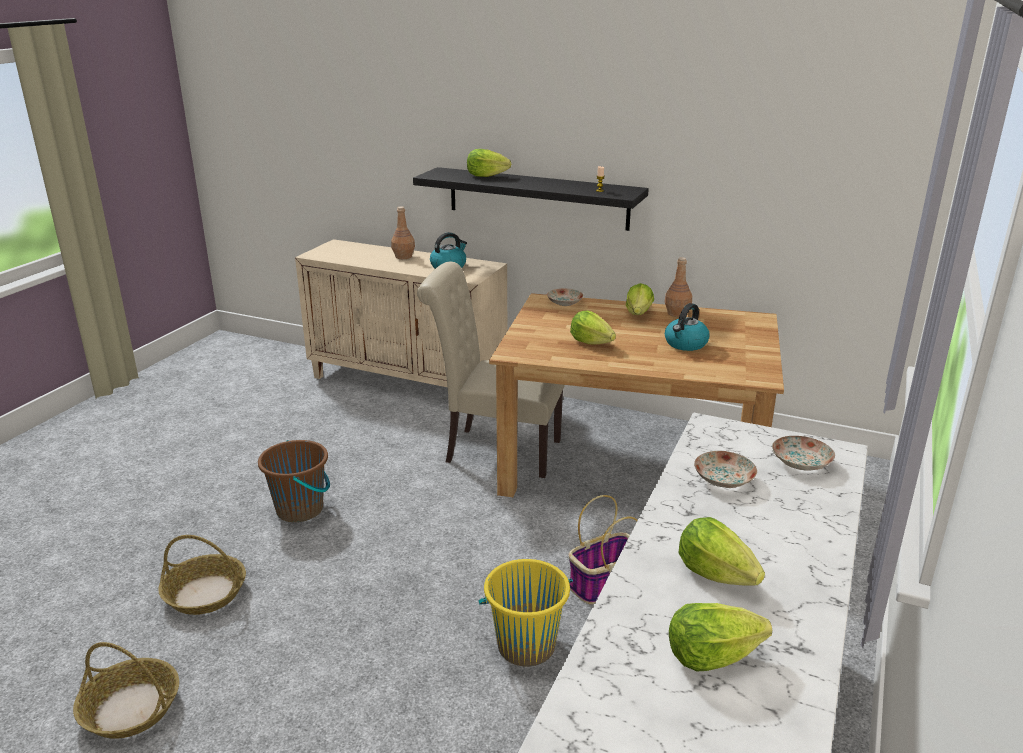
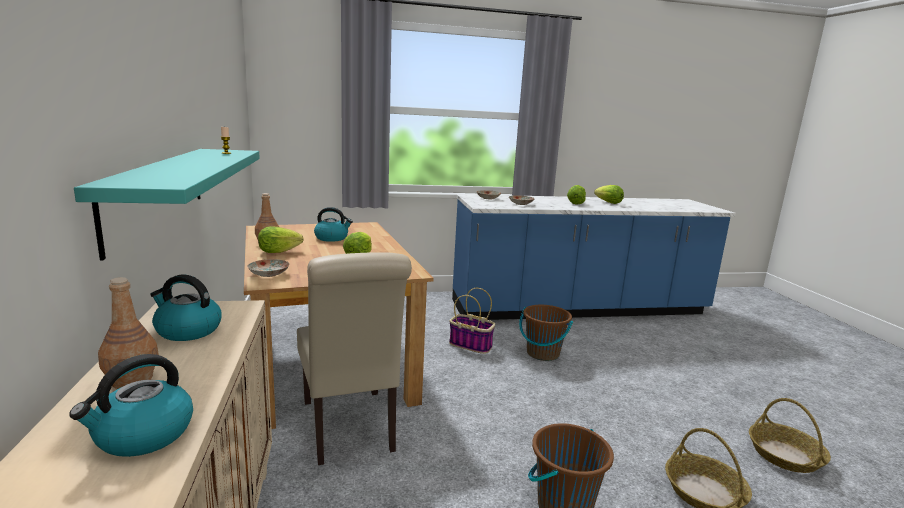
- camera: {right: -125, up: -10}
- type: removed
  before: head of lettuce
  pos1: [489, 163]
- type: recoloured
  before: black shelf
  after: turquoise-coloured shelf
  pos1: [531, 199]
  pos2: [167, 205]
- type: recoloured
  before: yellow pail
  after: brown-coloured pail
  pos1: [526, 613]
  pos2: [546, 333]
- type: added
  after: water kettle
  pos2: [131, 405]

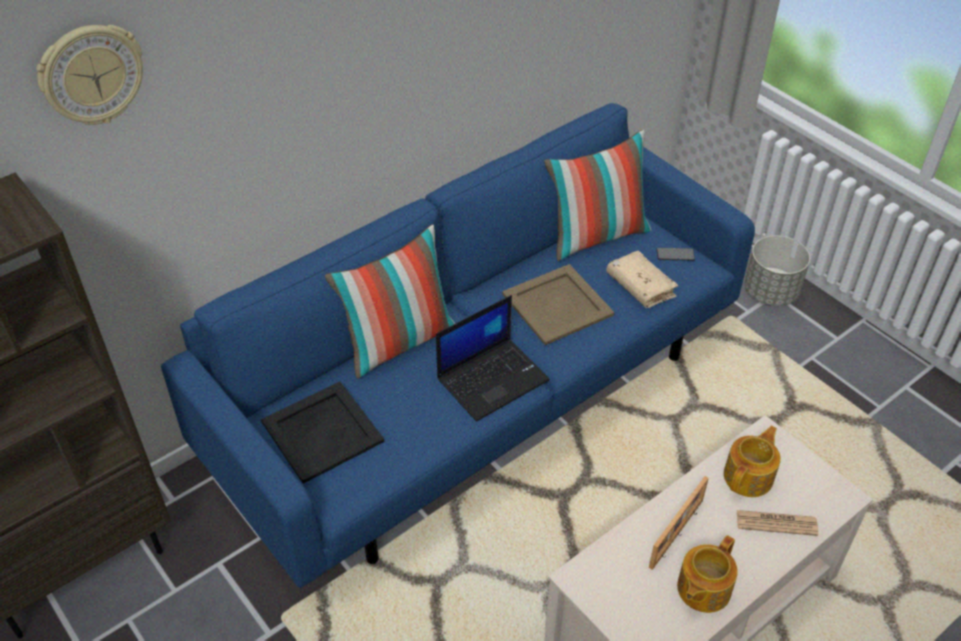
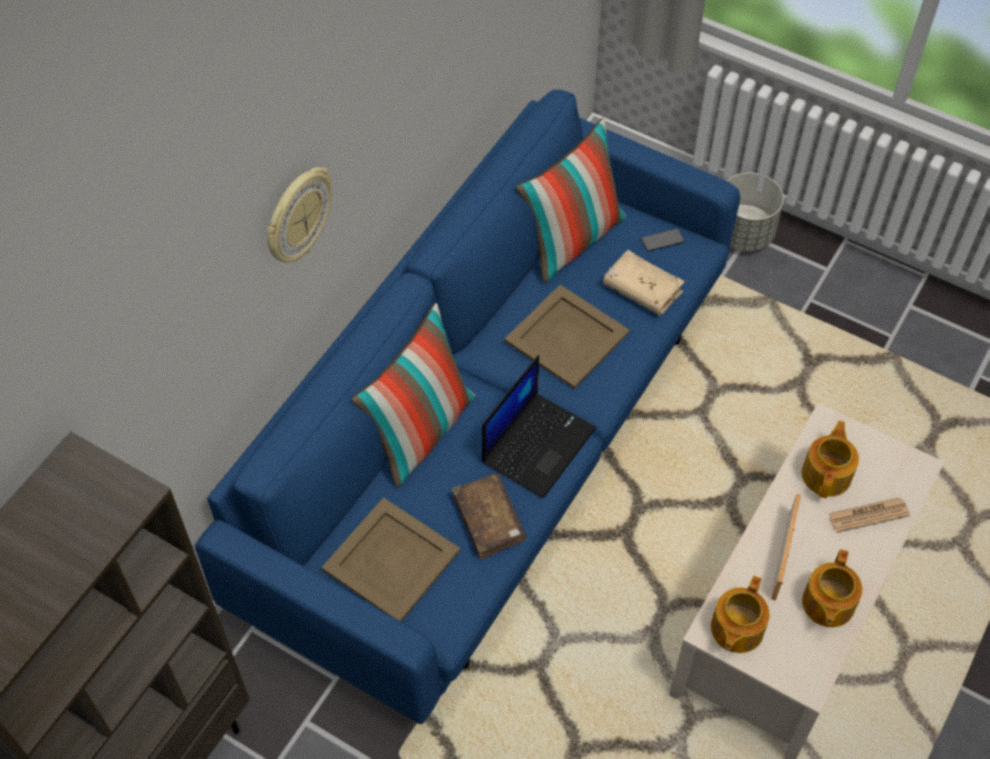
- camera: {right: -20, up: 10}
- type: moved
  before: wall clock
  pos1: [89, 75]
  pos2: [299, 215]
- type: recoloured
  before: black carrying tray
  after: beige carrying tray
  pos1: [322, 433]
  pos2: [390, 559]
- type: added
  after: brown-coloured bound book
  pos2: [489, 516]
- type: added
  after: pot for tea
  pos2: [740, 614]

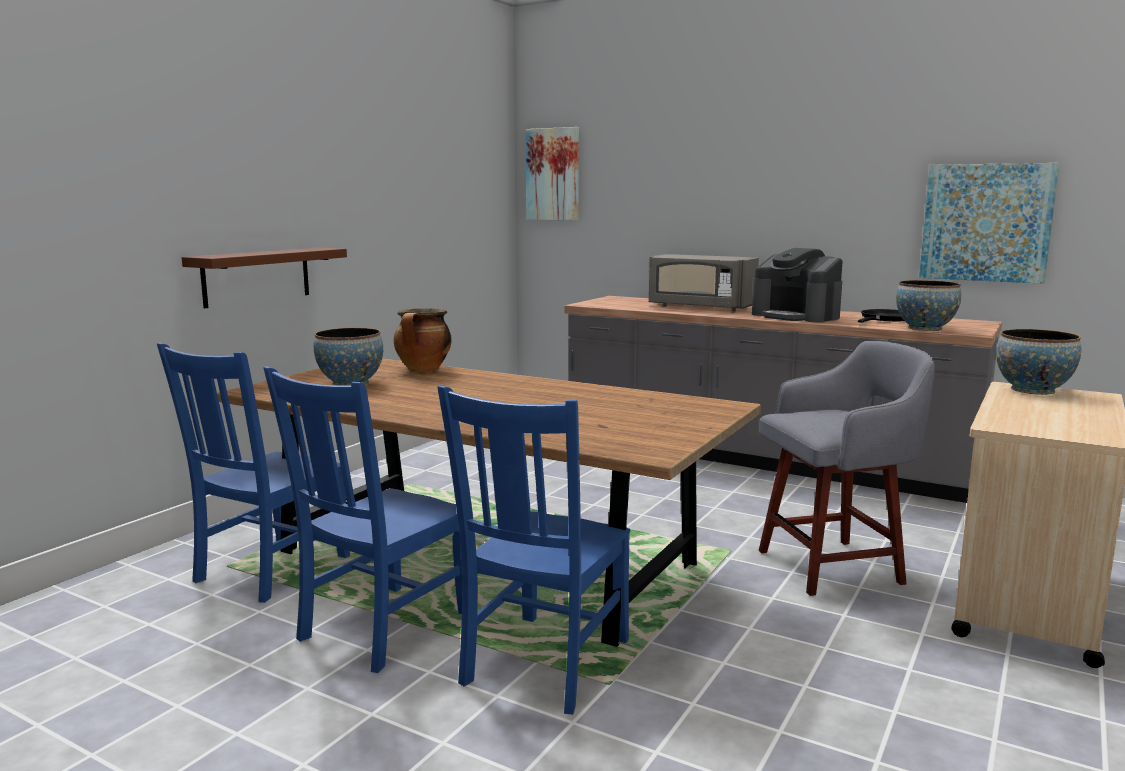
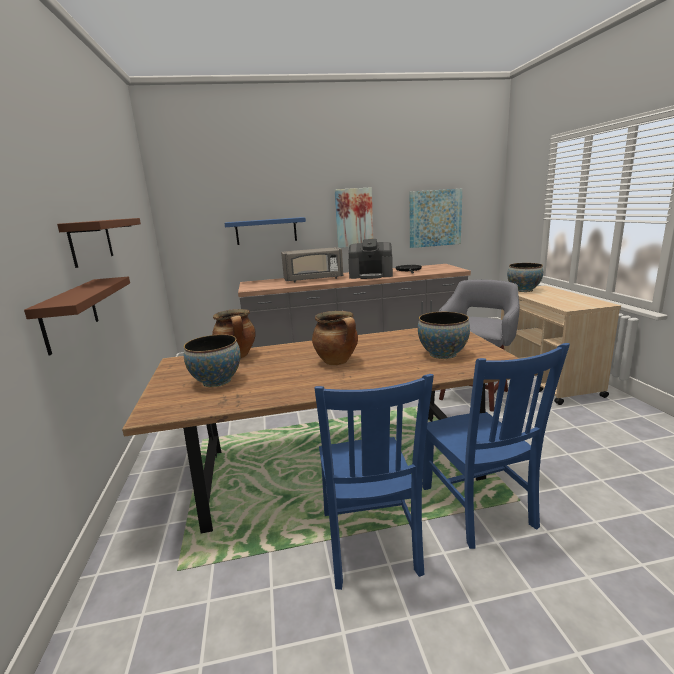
- camera: {right: -40, up: 5}
- type: moved
  before: picture
  pos1: [552, 174]
  pos2: [354, 217]
- type: moved
  before: deep dish
  pos1: [928, 305]
  pos2: [444, 335]
- type: removed
  before: bluish upright chair
  pos1: [253, 473]
- type: added
  after: bluish shelf
  pos2: [265, 231]
- type: added
  after: brown-coloured shelf
  pos2: [99, 243]
- type: added
  after: stockpot
  pos2: [335, 338]

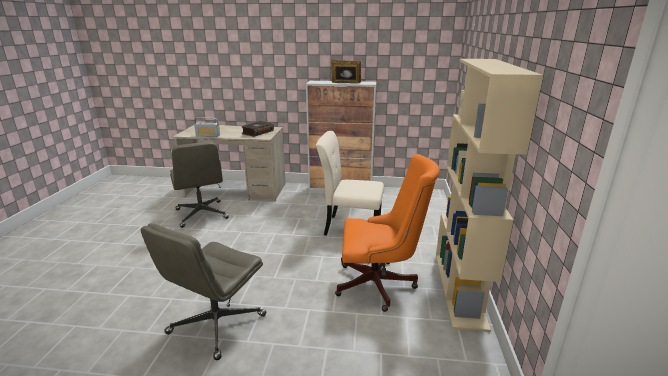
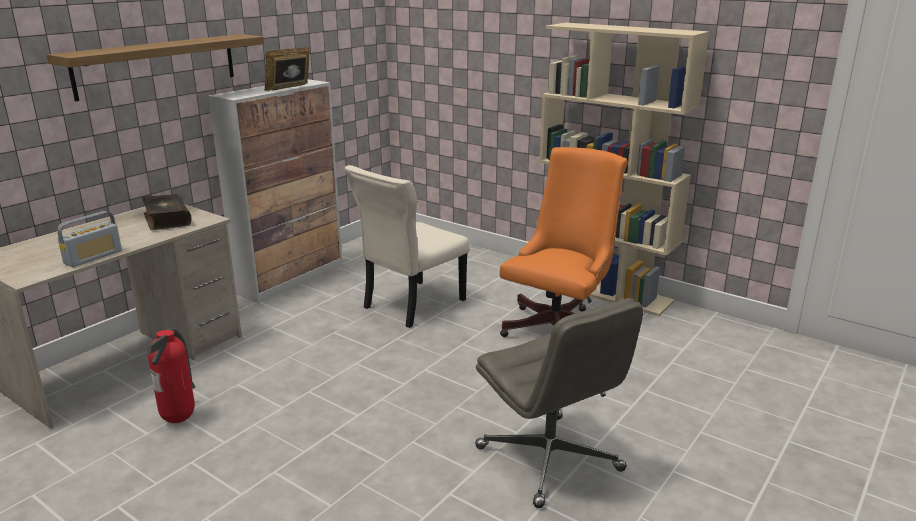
- camera: {right: -60, up: 0}
- type: replaced
  before: greyish office chair
  after: fire extinguisher
  pos1: [199, 185]
  pos2: [171, 375]
- type: added
  after: shelf
  pos2: [155, 67]

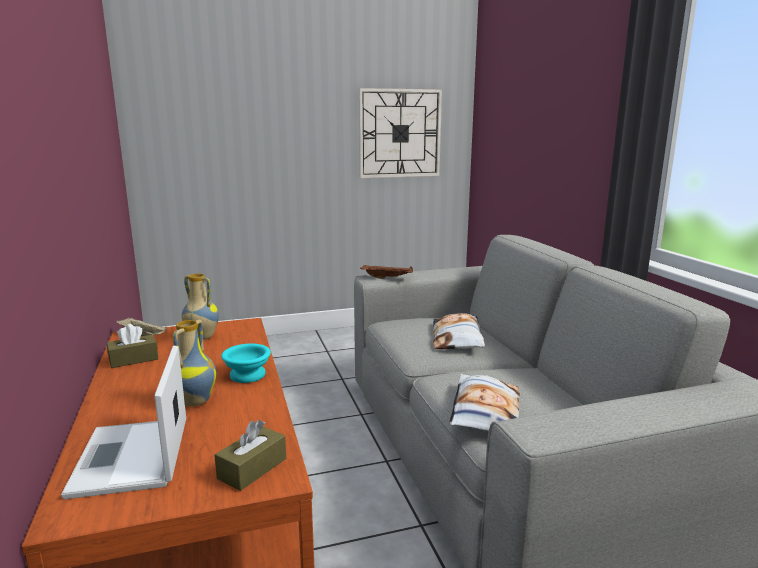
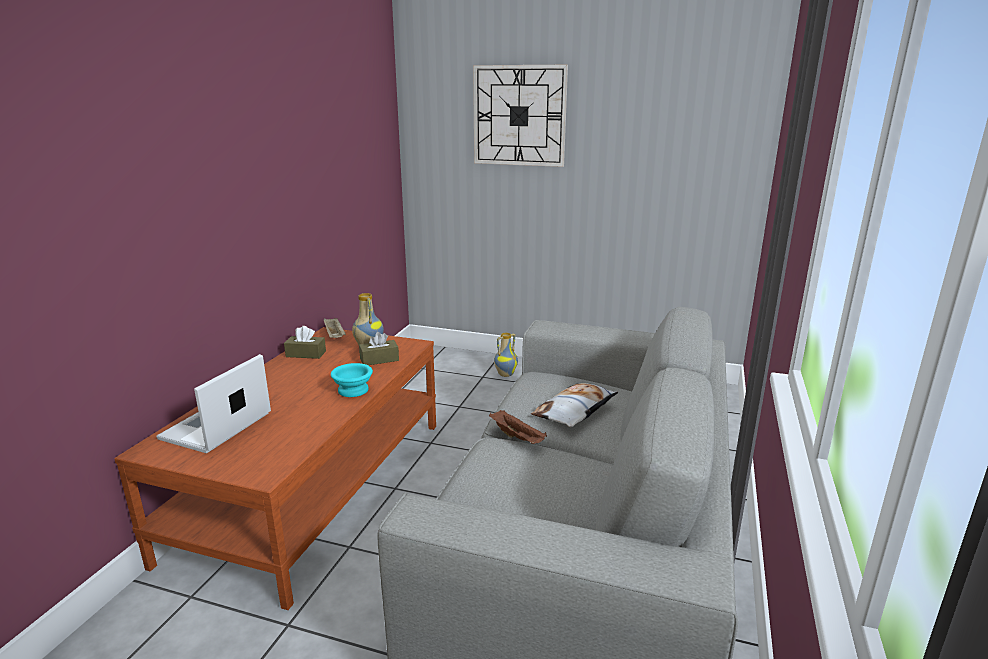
- camera: {right: 35, up: 5}
- type: moved
  before: wall clock
  pos1: [400, 133]
  pos2: [520, 116]
- type: moved
  before: brown-coloured carrying tray
  pos1: [386, 271]
  pos2: [518, 427]
- type: moved
  before: decorative vase
  pos1: [195, 363]
  pos2: [506, 355]
- type: removed
  before: throw pillow
  pos1: [484, 402]
- type: moved
  before: brown-coloured box of tissues
  pos1: [250, 455]
  pos2: [379, 348]

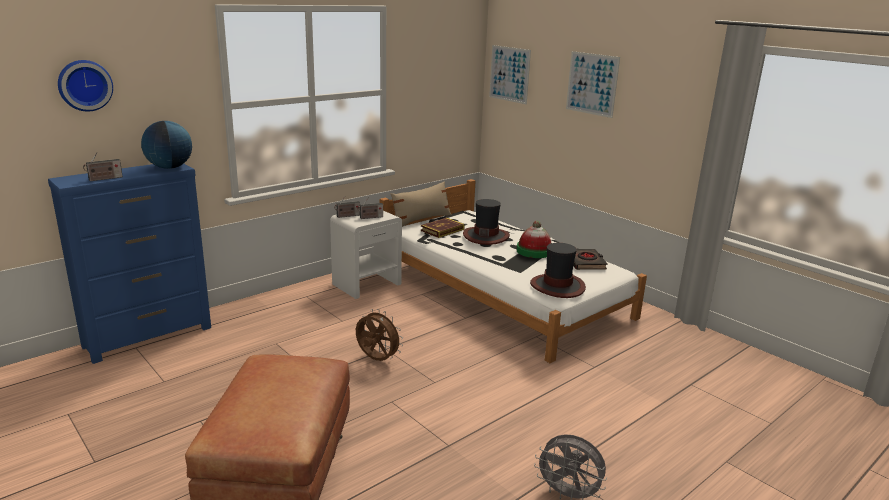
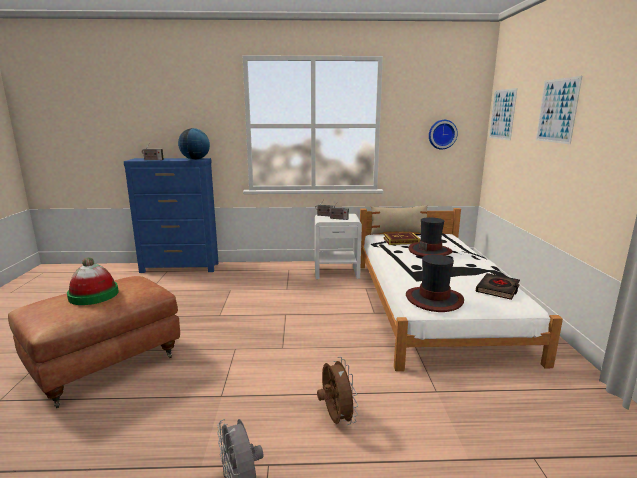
- camera: {right: 40, up: -5}
- type: moved
  before: wall clock
  pos1: [85, 86]
  pos2: [443, 135]
- type: moved
  before: clothing hat
  pos1: [533, 239]
  pos2: [93, 281]
- type: moved
  before: brown-coloured cooling fan
  pos1: [379, 335]
  pos2: [337, 391]

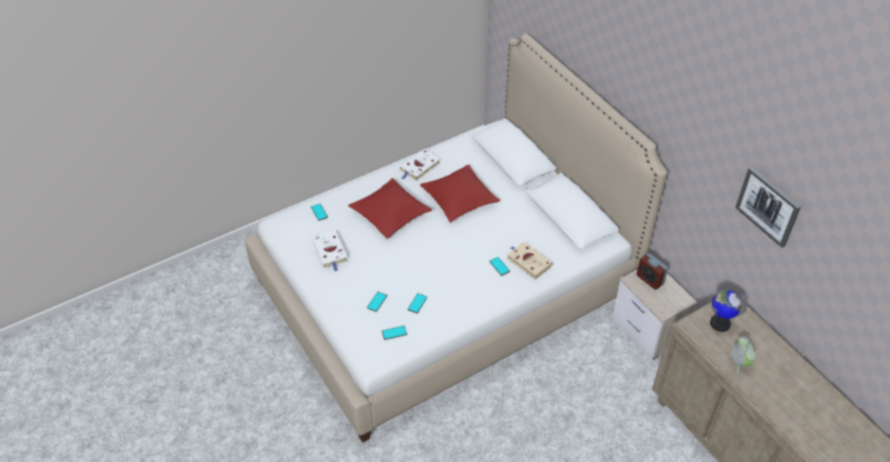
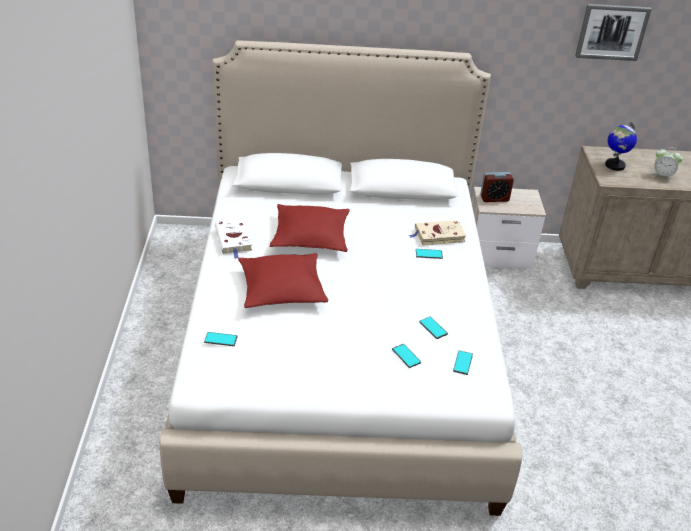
- camera: {right: -60, up: -10}
- type: removed
  before: white bound book
  pos1: [330, 250]

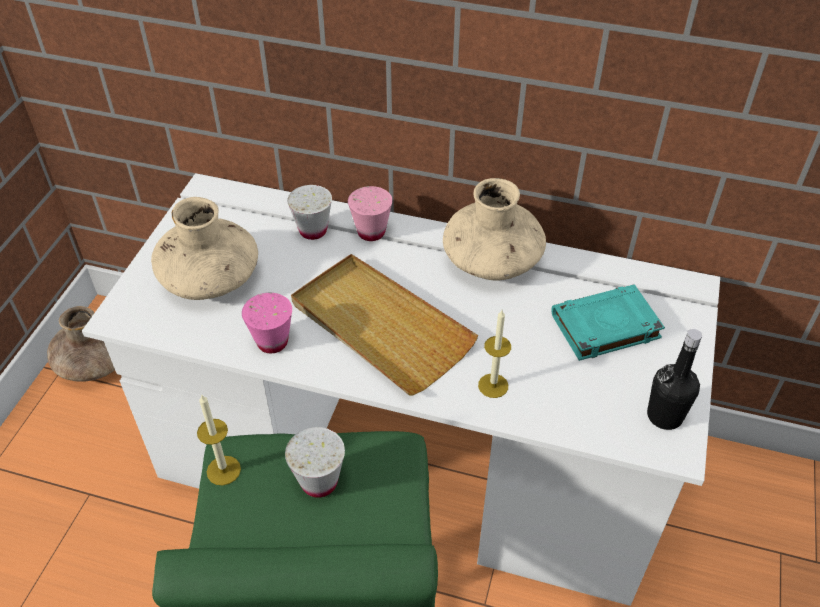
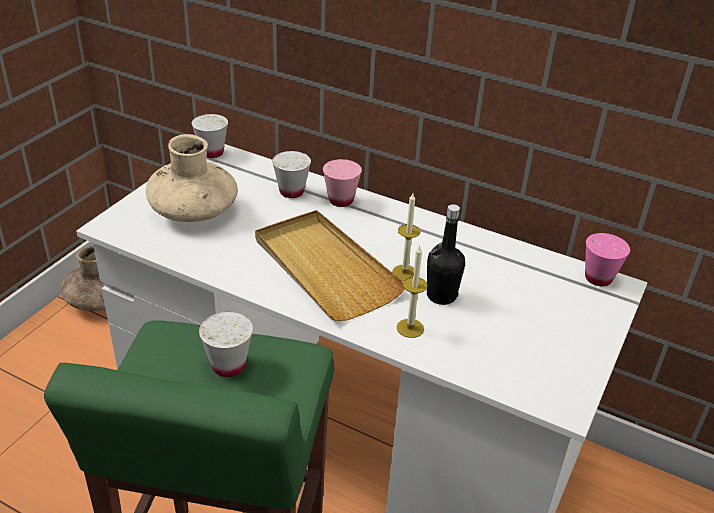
- camera: {right: 10, up: -10}
- type: removed
  before: beige decorative vase
  pos1: [494, 229]
- type: removed
  before: turquoise-coloured bound book
  pos1: [608, 322]
- type: moved
  before: pinkish small cup
  pos1: [267, 323]
  pos2: [607, 259]
- type: moved
  before: black bottle
  pos1: [674, 379]
  pos2: [446, 254]
- type: moved
  before: wax light
  pos1: [219, 440]
  pos2: [406, 237]
- type: added
  after: white small cup
  pos2: [209, 136]

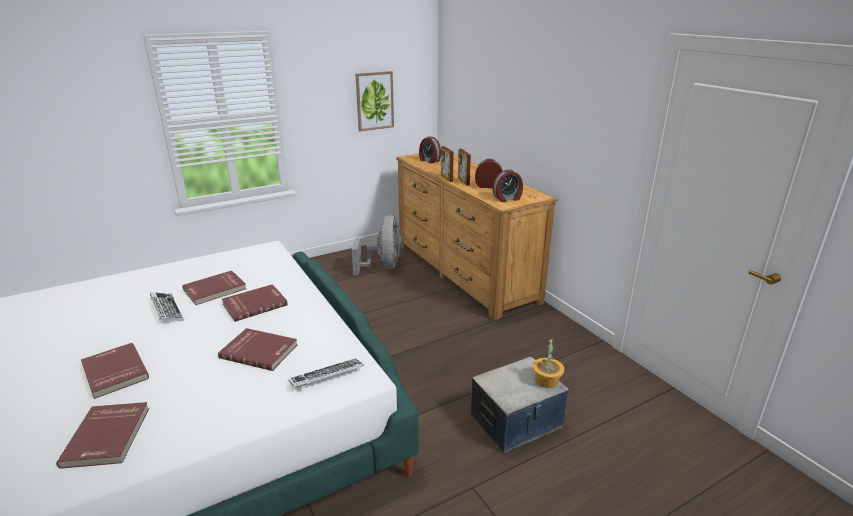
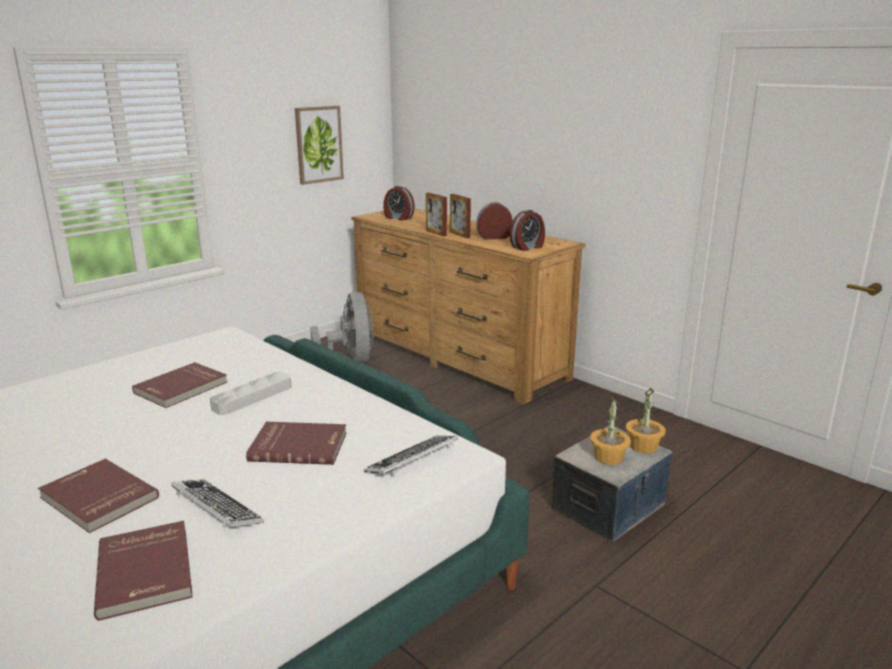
- camera: {right: -15, up: -5}
- type: replaced
  before: red bound book
  after: greyish carrying tray
  pos1: [255, 303]
  pos2: [251, 393]
- type: moved
  before: keyboard
  pos1: [167, 306]
  pos2: [217, 503]
- type: added
  after: plant in a pot
  pos2: [610, 431]

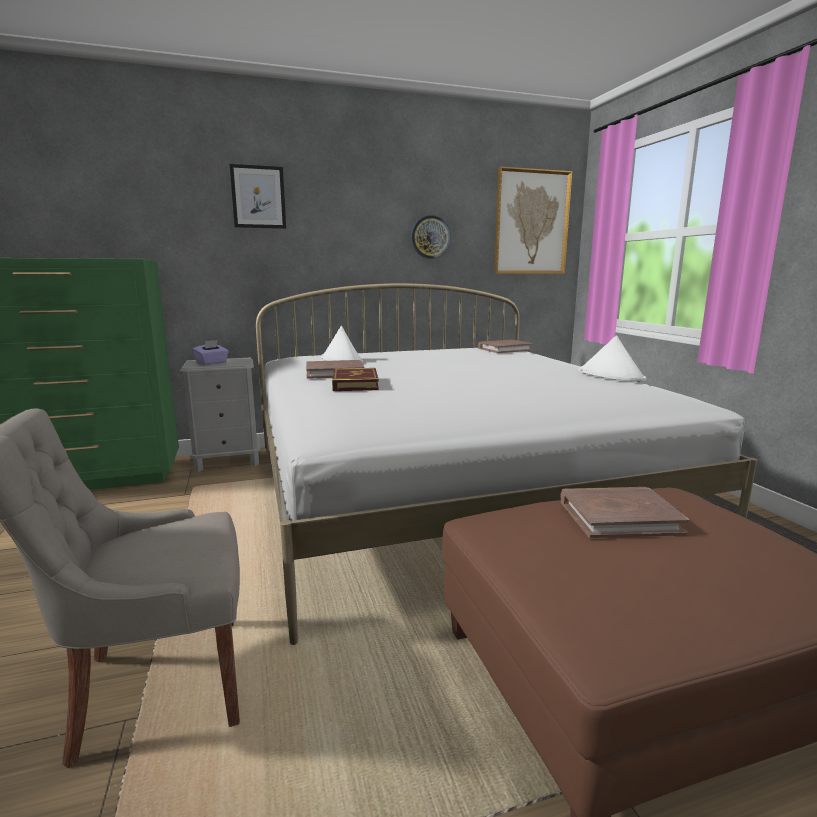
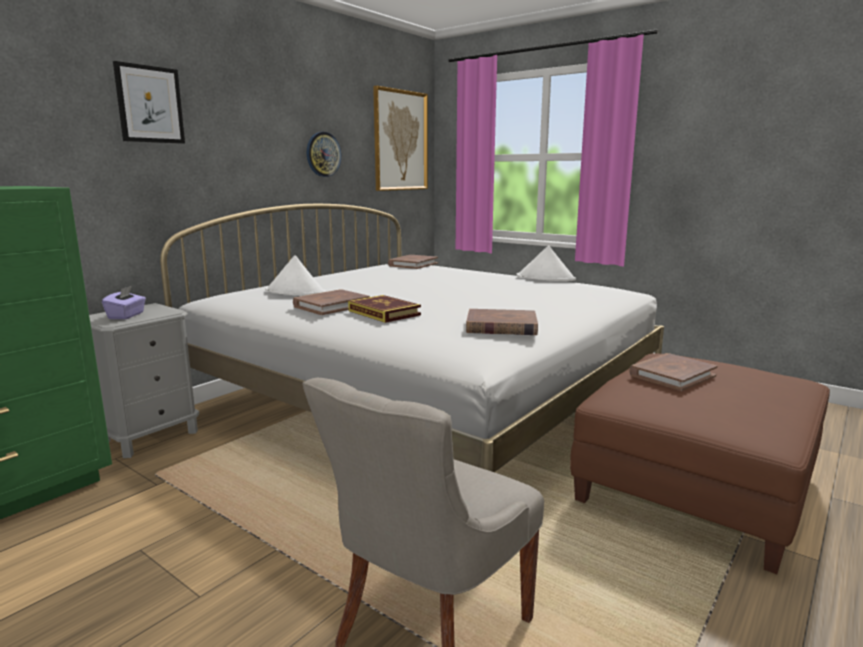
- camera: {right: -35, up: 0}
- type: added
  after: brown-coloured bound book
  pos2: [502, 322]

